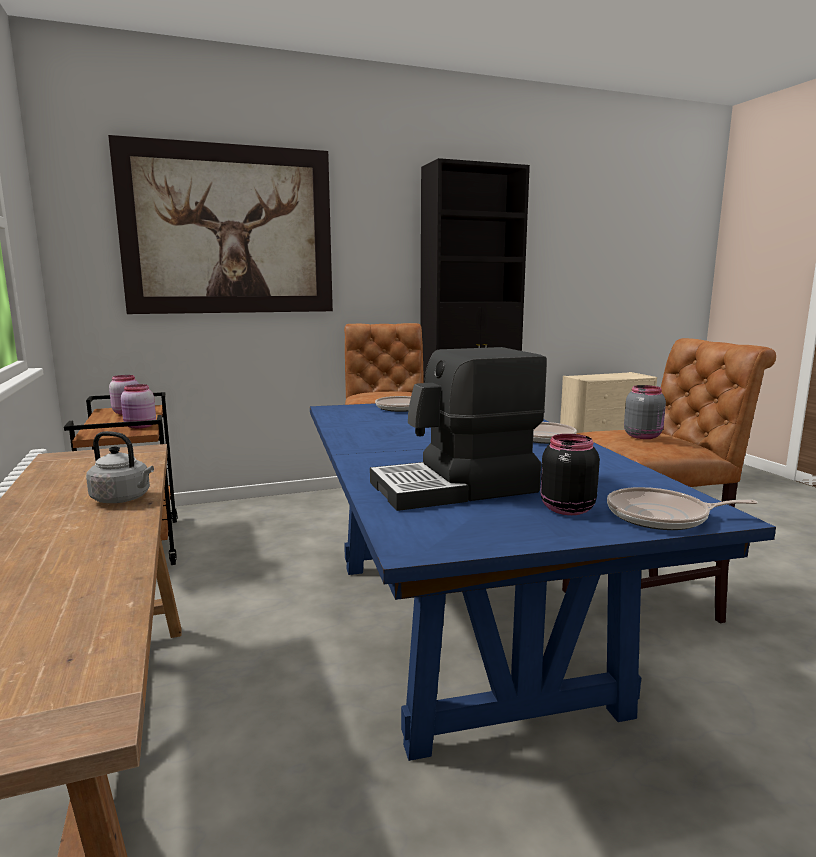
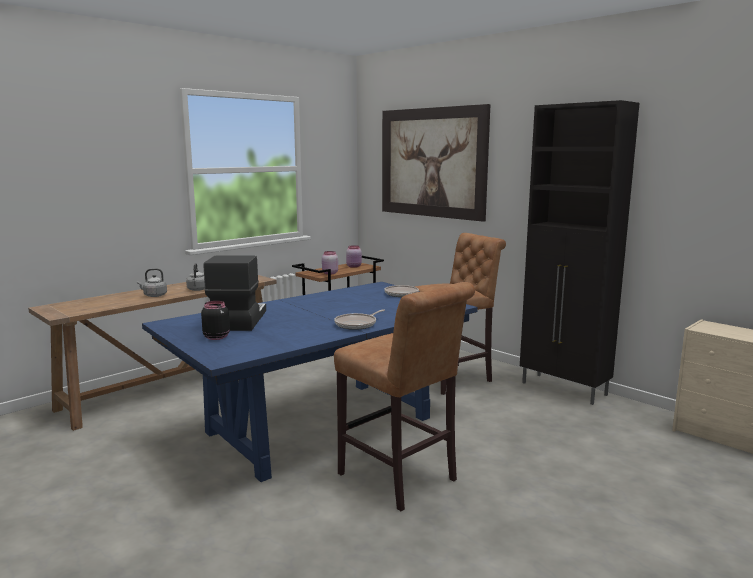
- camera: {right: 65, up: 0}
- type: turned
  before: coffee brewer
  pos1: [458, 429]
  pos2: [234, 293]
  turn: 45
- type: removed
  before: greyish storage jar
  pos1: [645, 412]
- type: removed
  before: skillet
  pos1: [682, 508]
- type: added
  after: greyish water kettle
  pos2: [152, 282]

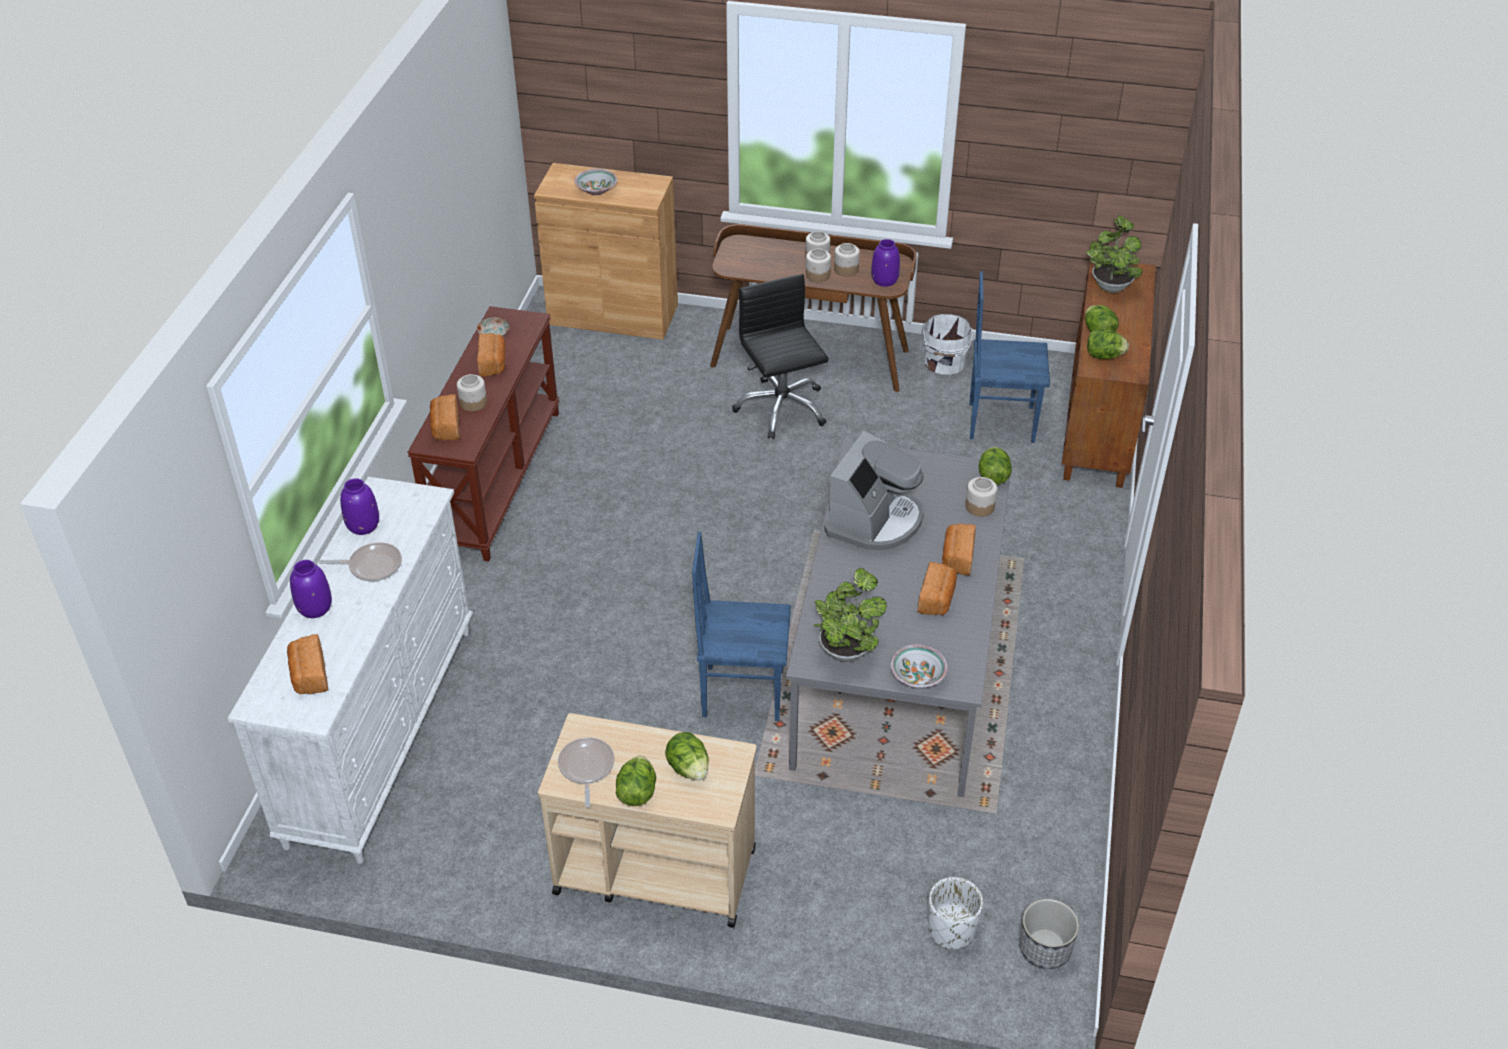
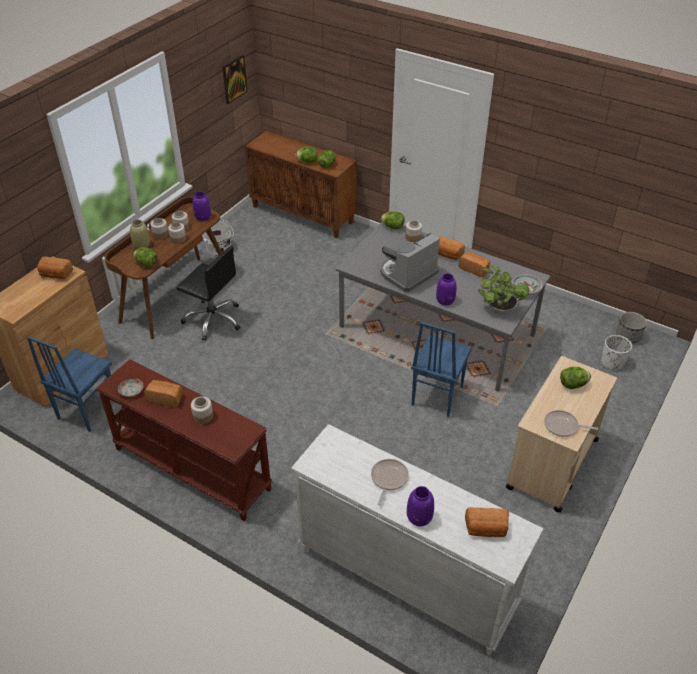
- camera: {right: -70, up: 0}
- type: removed
  before: deep dish
  pos1: [596, 182]
- type: removed
  before: plant in a pot
  pos1: [1114, 254]
- type: moved
  before: bluish upright chair
  pos1: [1009, 357]
  pos2: [71, 384]
- type: turned
  before: black office chair
  pos1: [780, 356]
  pos2: [208, 293]
  turn: -150
- type: moved
  before: bakery bread
  pos1: [444, 417]
  pos2: [55, 268]
- type: turned
  before: coffee brewer
  pos1: [874, 491]
  pos2: [410, 262]
  turn: -90
- type: moved
  before: purple-coloured decorative vase
  pos1: [359, 506]
  pos2: [446, 289]
- type: moved
  before: head of lettuce
  pos1: [636, 781]
  pos2: [145, 257]
- type: added
  after: picture
  pos2: [234, 79]
- type: added
  after: beige decorative vase
  pos2: [140, 234]

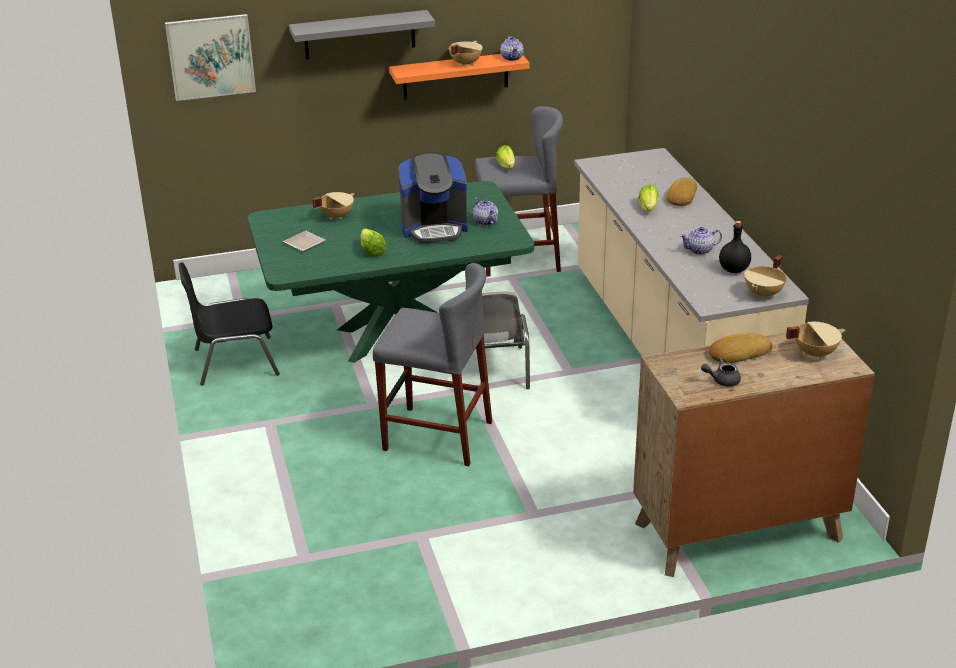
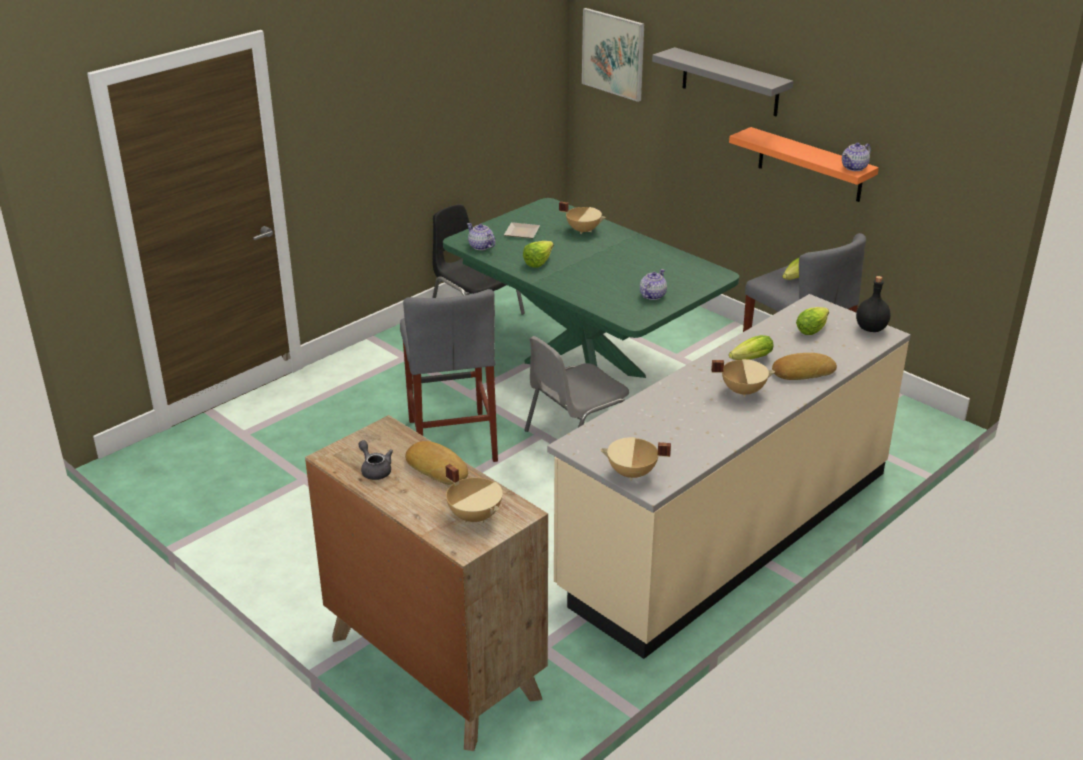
- camera: {right: 60, up: 0}
- type: moved
  before: beige stockpot
  pos1: [466, 53]
  pos2: [743, 378]
- type: removed
  before: coffee brewer
  pos1: [433, 198]
- type: moved
  before: black bottle
  pos1: [735, 247]
  pos2: [873, 304]
- type: moved
  before: pot for tea
  pos1: [701, 241]
  pos2: [481, 236]
- type: added
  after: head of lettuce
  pos2: [812, 321]

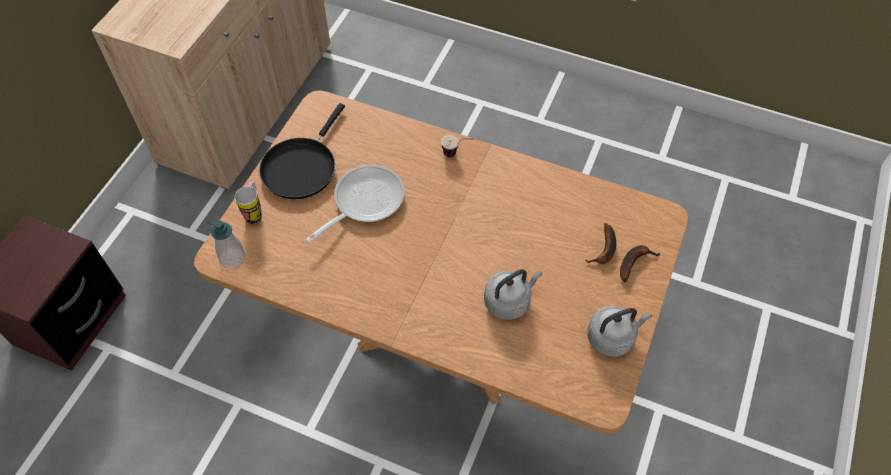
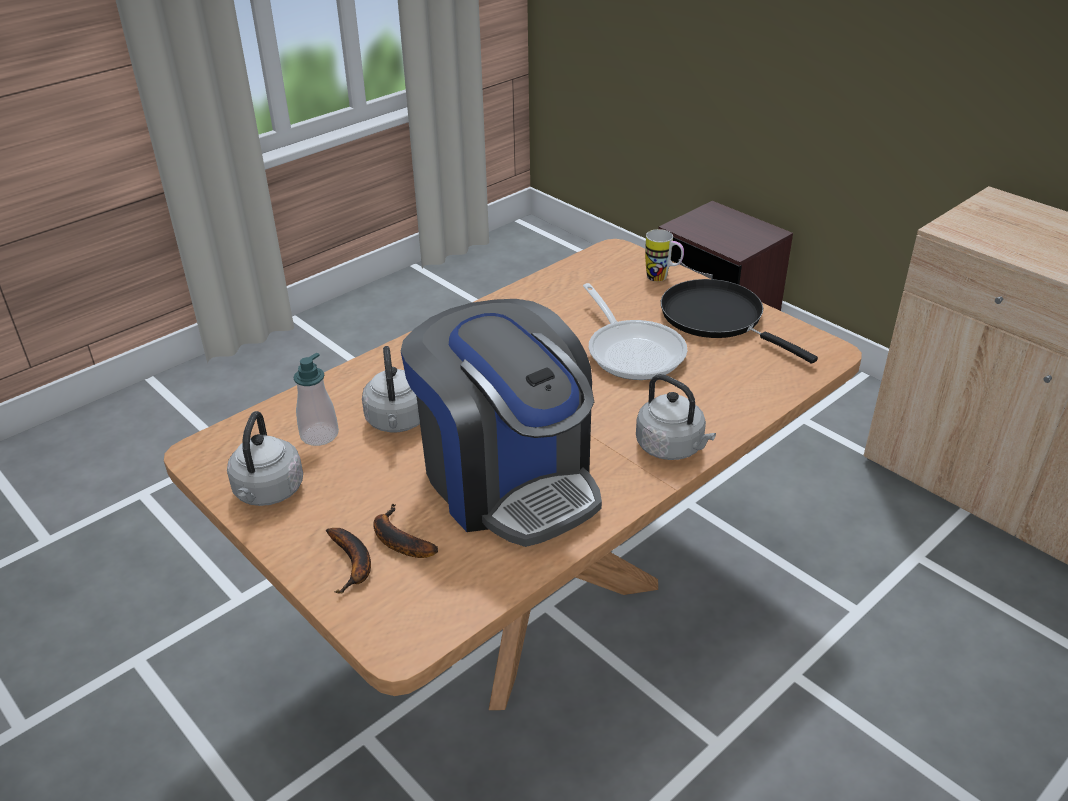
- camera: {right: 115, up: -20}
- type: replaced
  before: small cup
  after: greyish water kettle
  pos1: [457, 145]
  pos2: [676, 417]
- type: moved
  before: liquid soap bottle
  pos1: [226, 244]
  pos2: [316, 399]
- type: added
  after: coffee brewer
  pos2: [501, 423]

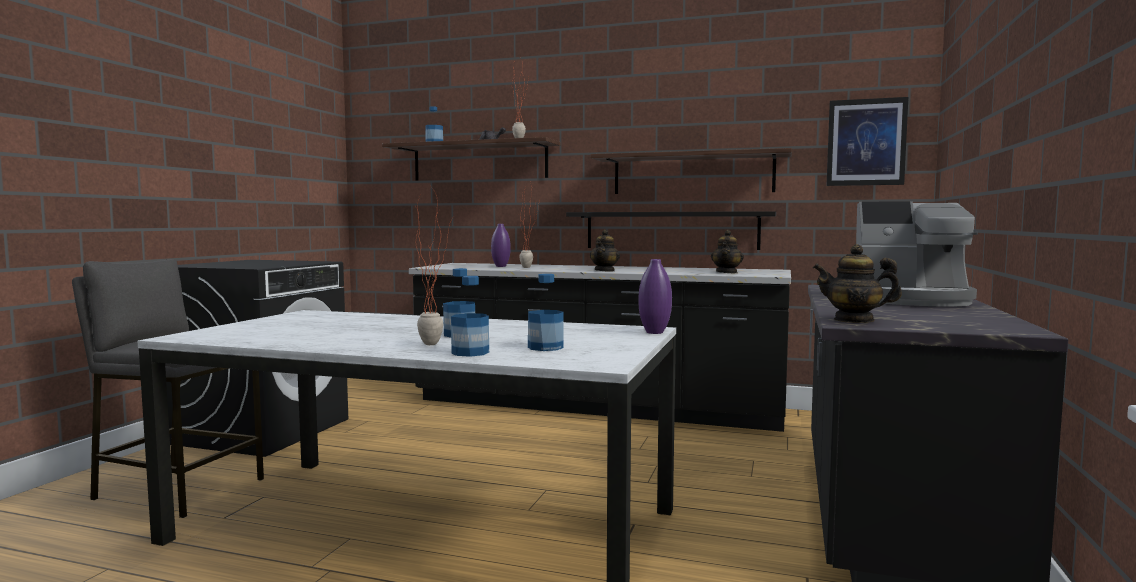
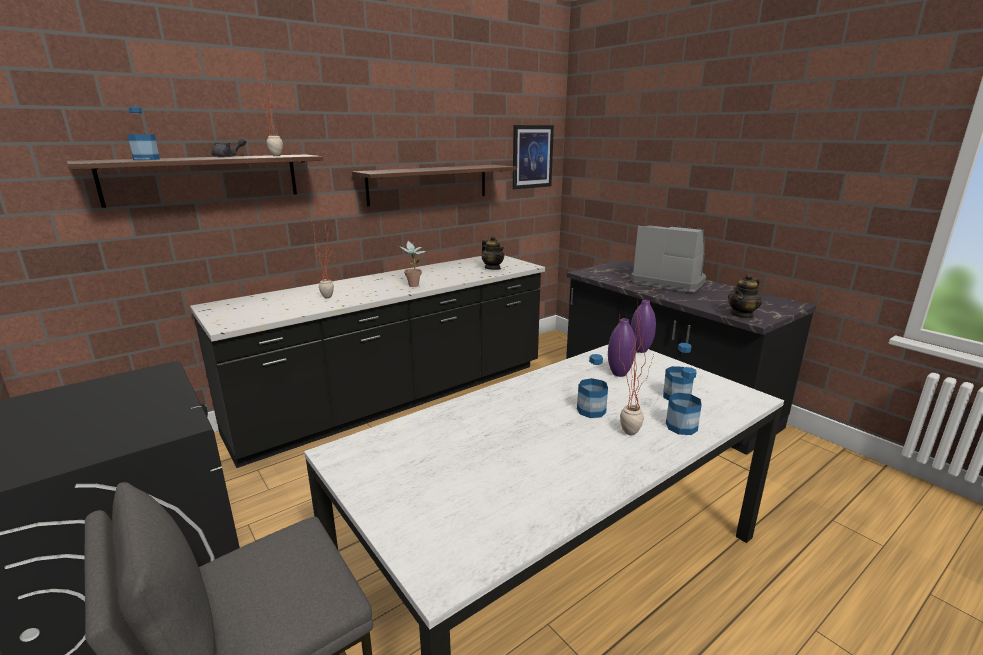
- camera: {right: -55, up: 15}
- type: turned
  before: coffee brewer
  pos1: [917, 254]
  pos2: [668, 259]
  turn: -105
- type: removed
  before: black shelf
  pos1: [671, 230]
- type: moved
  before: purple-coloured decorative vase
  pos1: [501, 245]
  pos2: [622, 347]
- type: replaced
  before: pot for tea
  after: plant in a pot
  pos1: [605, 250]
  pos2: [412, 264]

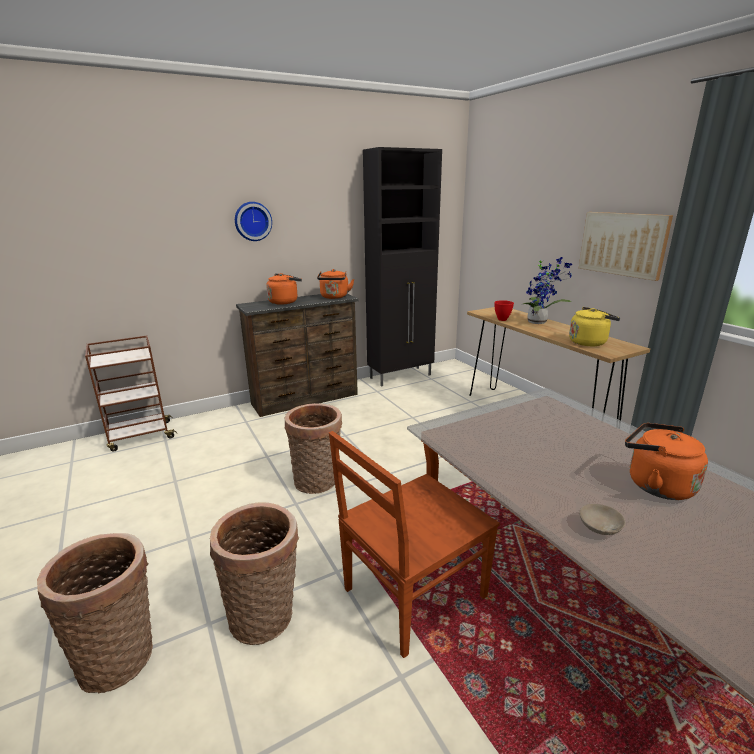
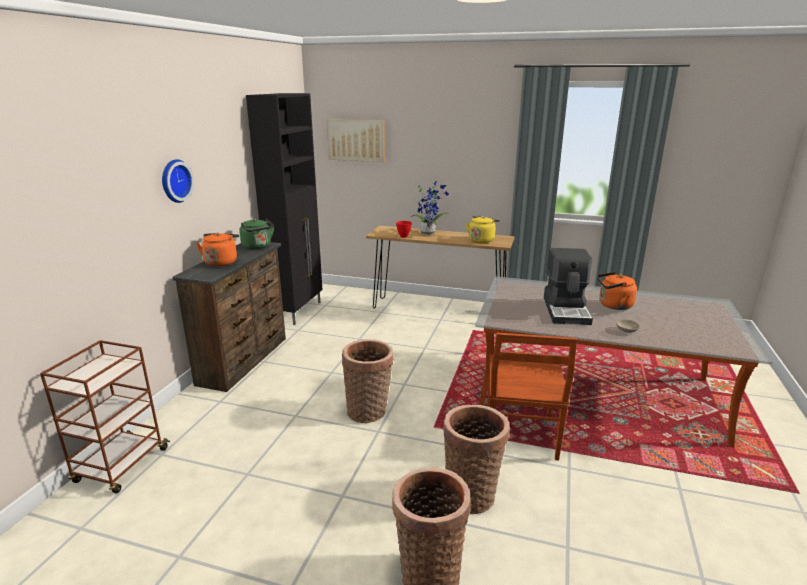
- camera: {right: -45, up: 0}
- type: moved
  before: picture
  pos1: [626, 246]
  pos2: [356, 140]
- type: recoloured
  before: orange-coloured water kettle
  after: green water kettle
  pos1: [335, 284]
  pos2: [256, 234]
- type: added
  after: coffee brewer
  pos2: [568, 286]

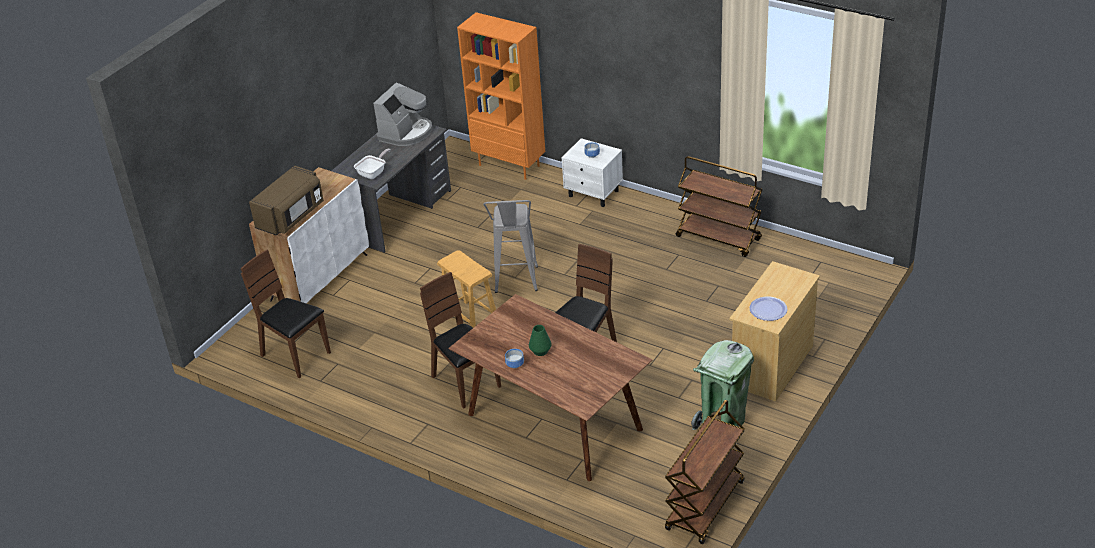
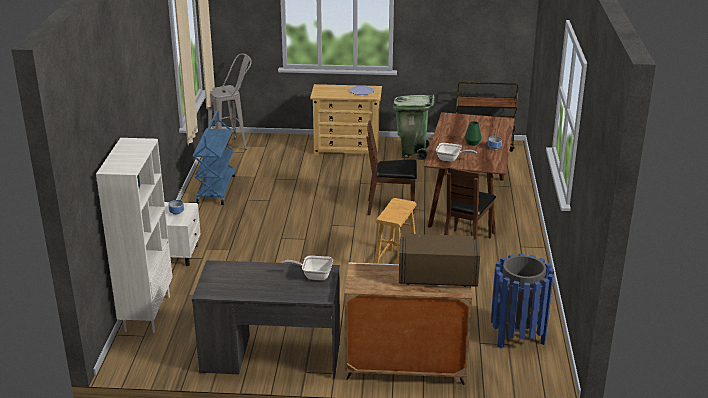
- camera: {right: -120, up: -10}
- type: recoloured
  before: orange-coloured bookshelf
  after: white bookshelf
  pos1: [501, 96]
  pos2: [134, 235]
- type: removed
  before: coffee brewer
  pos1: [402, 114]
- type: recoloured
  before: brown-coloured trolley
  after: bluish trolley
  pos1: [719, 206]
  pos2: [214, 157]
- type: moved
  before: greyish stool
  pos1: [510, 246]
  pos2: [230, 102]
- type: replaced
  before: brown-coloured upright chair
  after: bluish waste bin
  pos1: [286, 313]
  pos2: [522, 301]
- type: added
  after: skillet
  pos2: [456, 152]

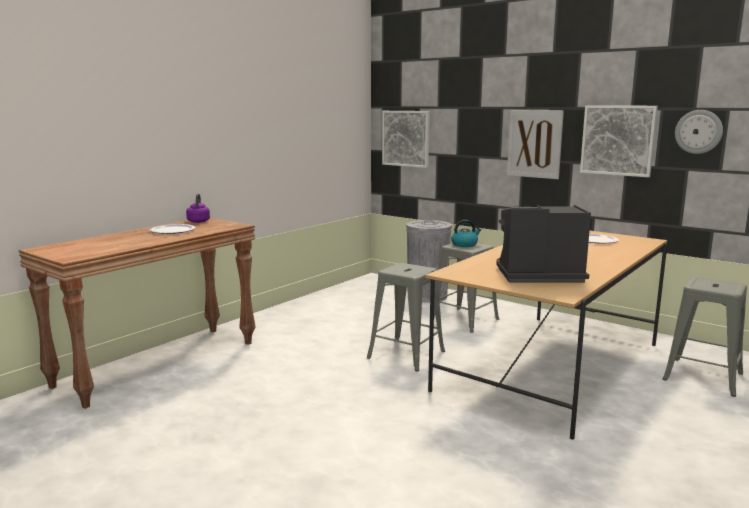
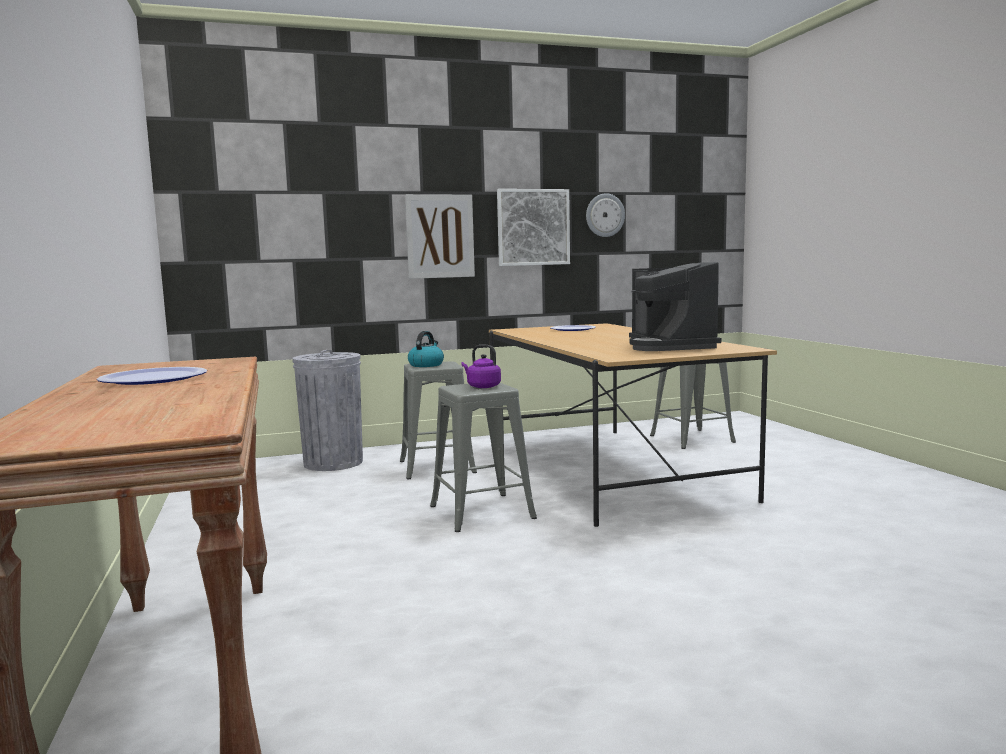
- camera: {right: -55, up: -5}
- type: removed
  before: picture
  pos1: [406, 139]
- type: moved
  before: purple-coloured water kettle
  pos1: [198, 208]
  pos2: [481, 366]
- type: turned
  before: coffee brewer
  pos1: [543, 244]
  pos2: [675, 306]
  turn: -45

